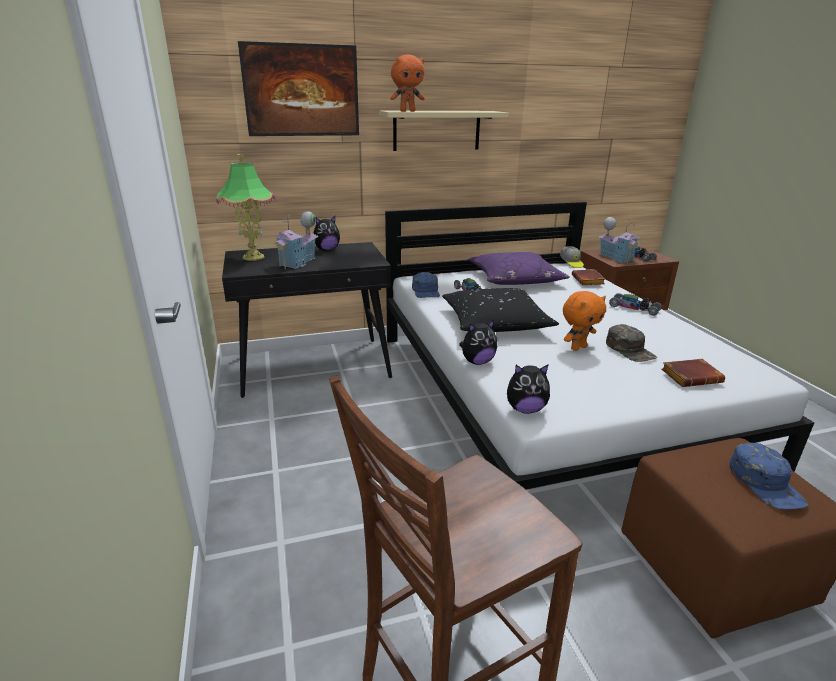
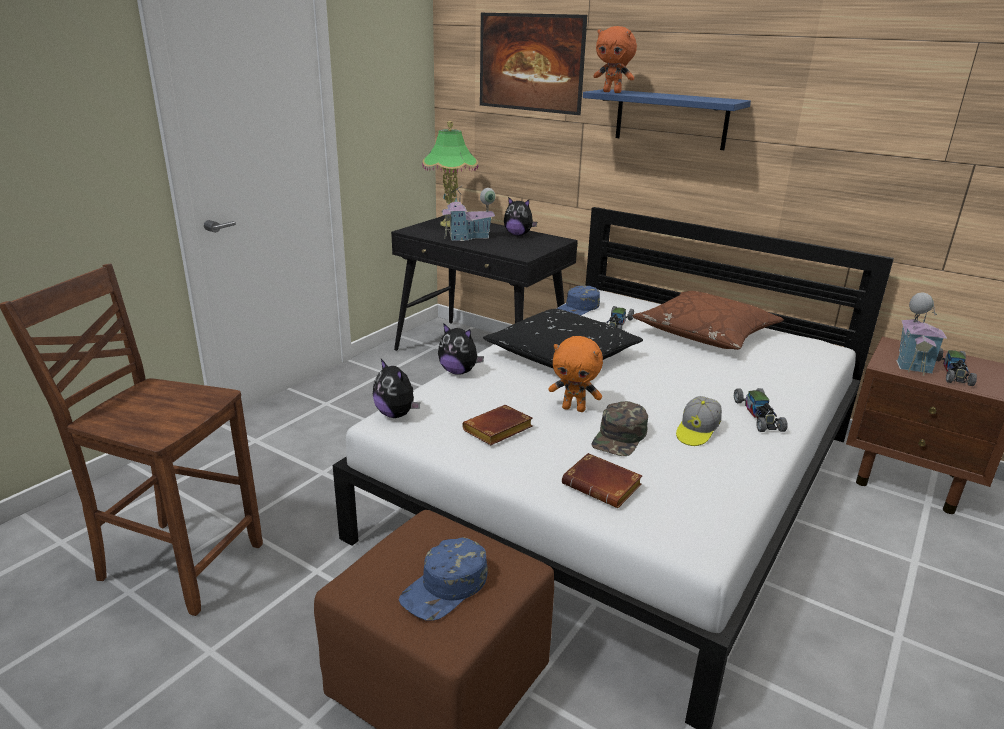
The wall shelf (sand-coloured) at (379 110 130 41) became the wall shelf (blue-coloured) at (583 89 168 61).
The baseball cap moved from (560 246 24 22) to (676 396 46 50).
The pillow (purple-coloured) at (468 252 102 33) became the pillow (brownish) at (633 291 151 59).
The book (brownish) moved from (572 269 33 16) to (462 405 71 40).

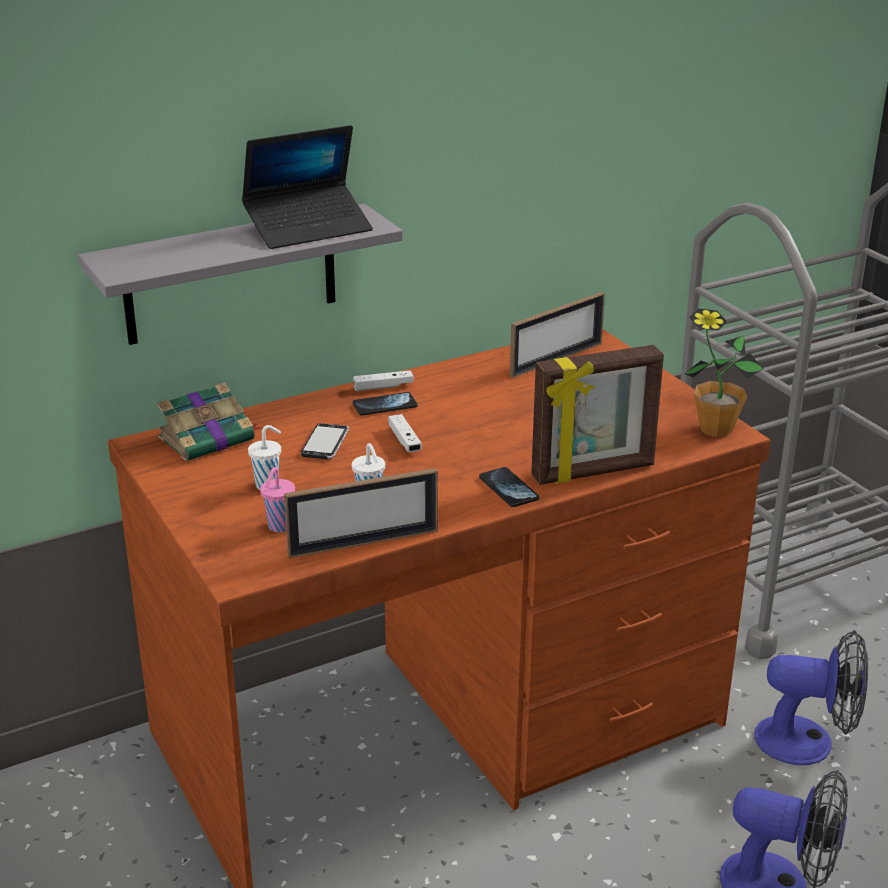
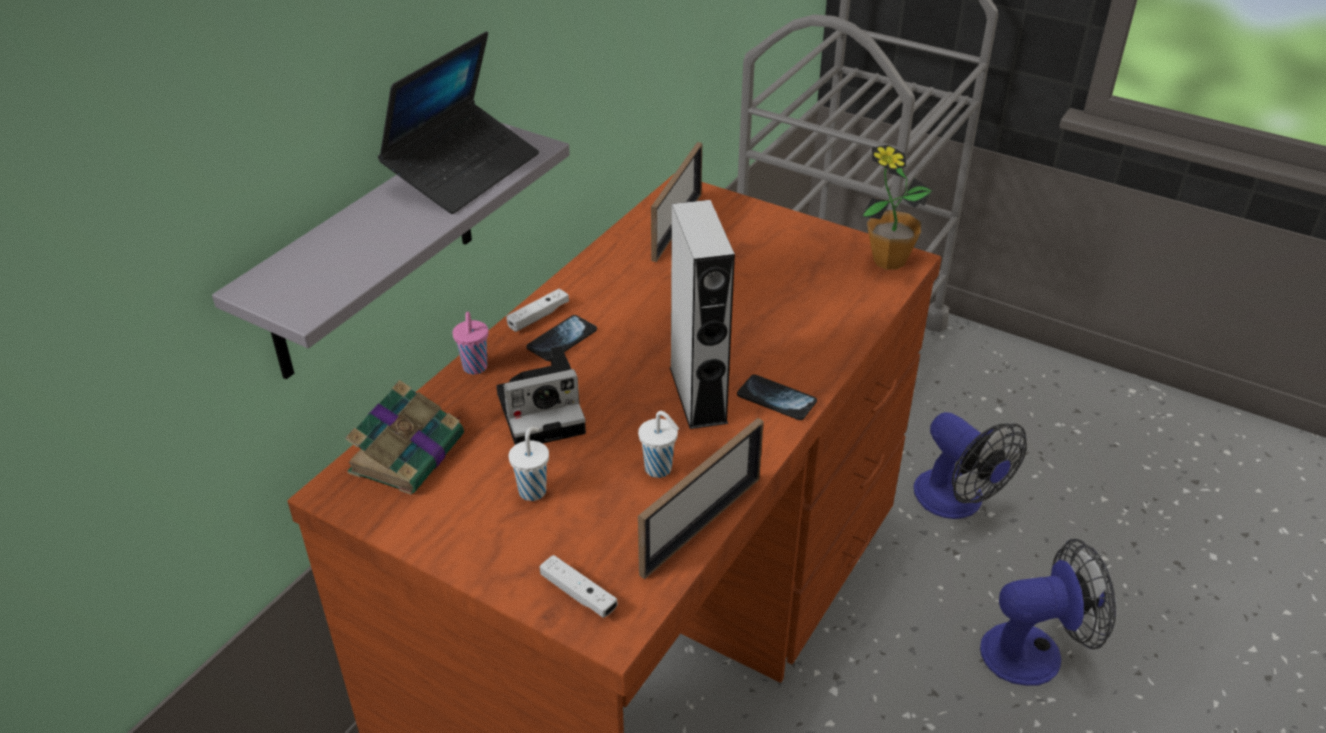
The picture frame at (531 345 133 140) disappeared.
The game controller (white-coloured) moved from (388 414 34 38) to (540 555 78 63).
The handset at (301 423 48 37) was replaced by the still camera at (496 346 90 99).
The small cup (pink) moved from (260 467 35 65) to (452 312 37 62).
The cooling fan at (754 630 114 135) turned 75 degrees clockwise.
The audio speaker (grey) at (670 200 65 229) appeared.

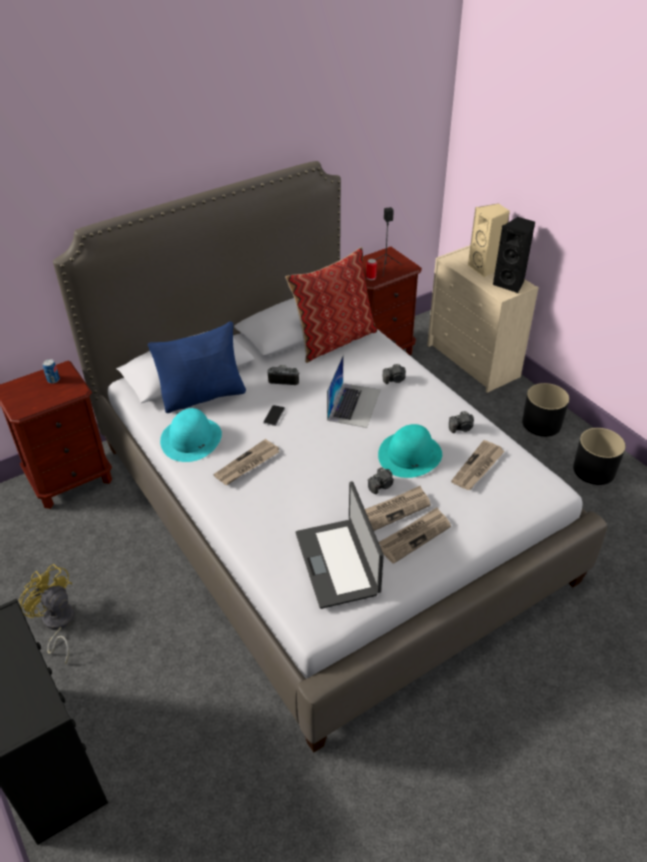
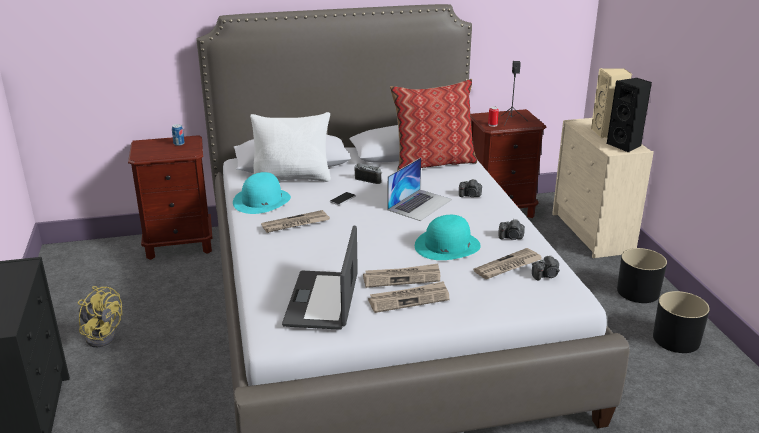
The pillow (blue-coloured) at (148 321 98 92) became the pillow (white-coloured) at (250 112 81 70).
The still camera moved from (368 468 26 26) to (532 255 28 26).
The cooling fan (yellow) at (19 564 55 100) turned 150 degrees clockwise.

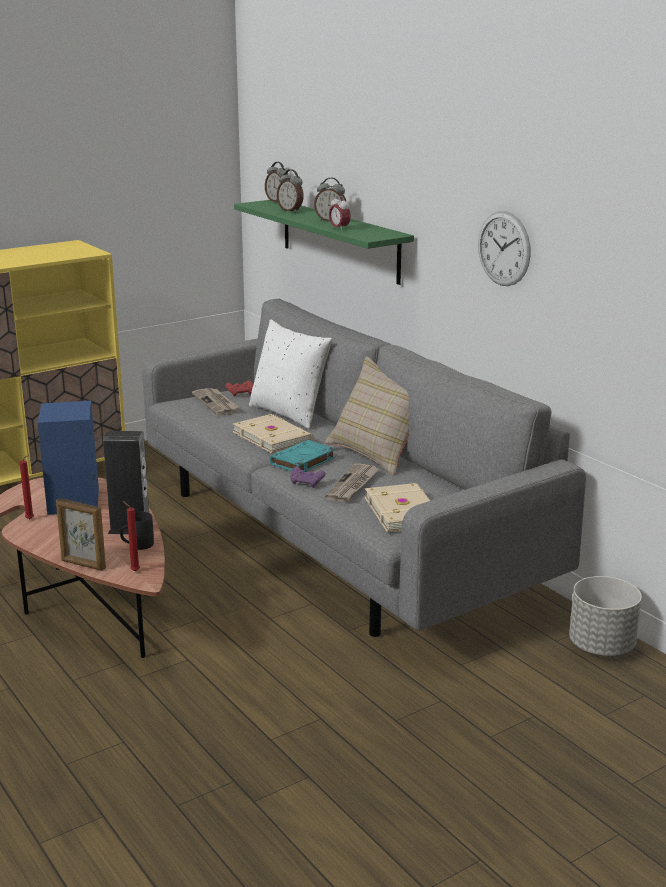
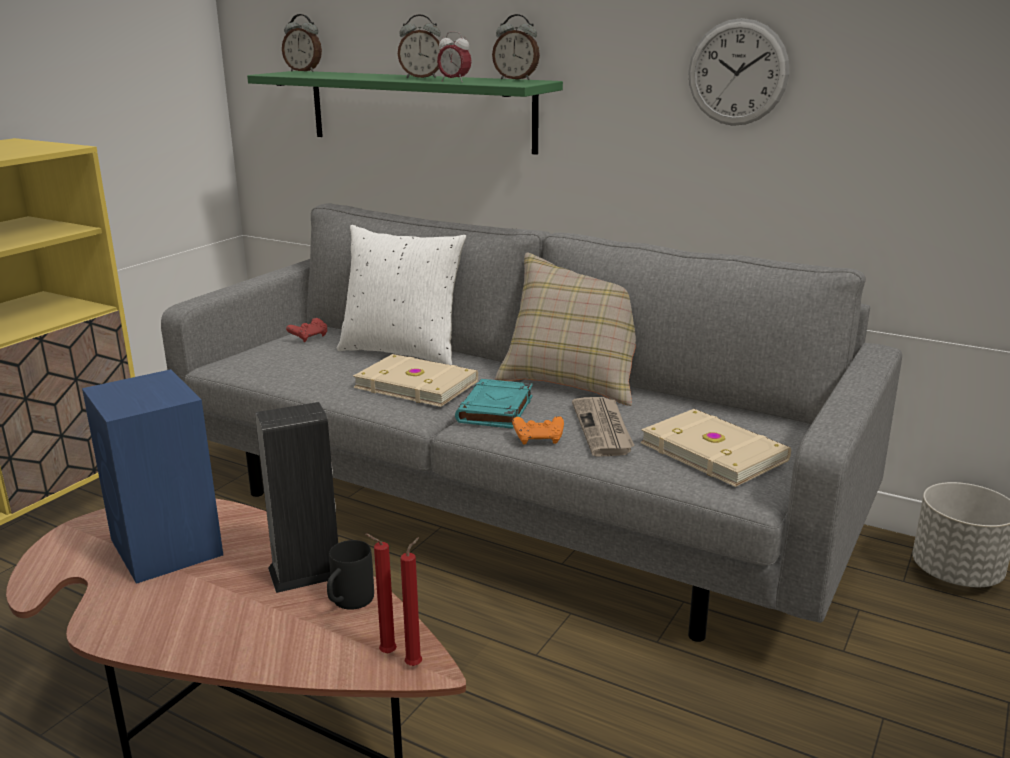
The bedside clock moved from (277 169 27 44) to (492 14 48 66).
The printed paper at (192 388 47 28) disappeared.
The candle (red-coloured) moved from (20 454 14 65) to (400 537 22 129).
The game controller (purple-coloured) at (291 466 35 22) became the game controller (orange-coloured) at (512 416 52 28).
The picture frame at (56 498 50 73) disappeared.

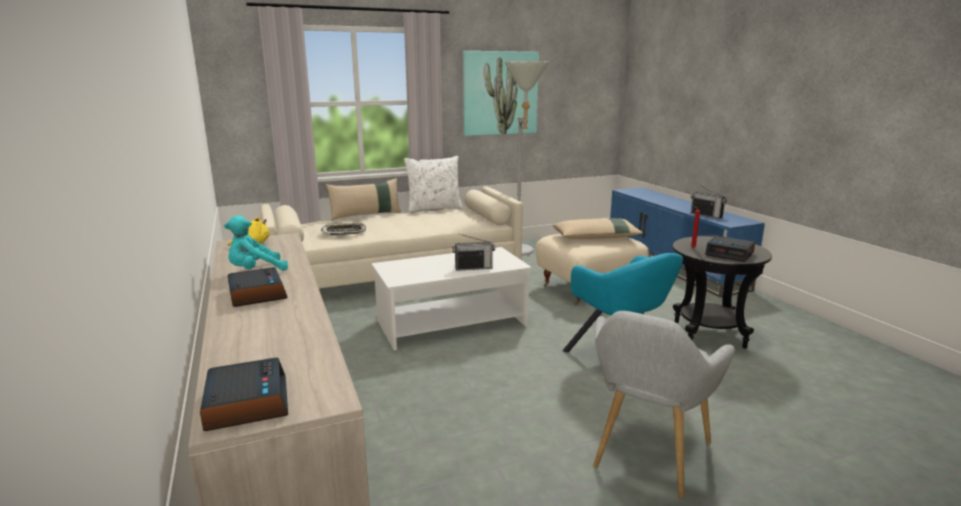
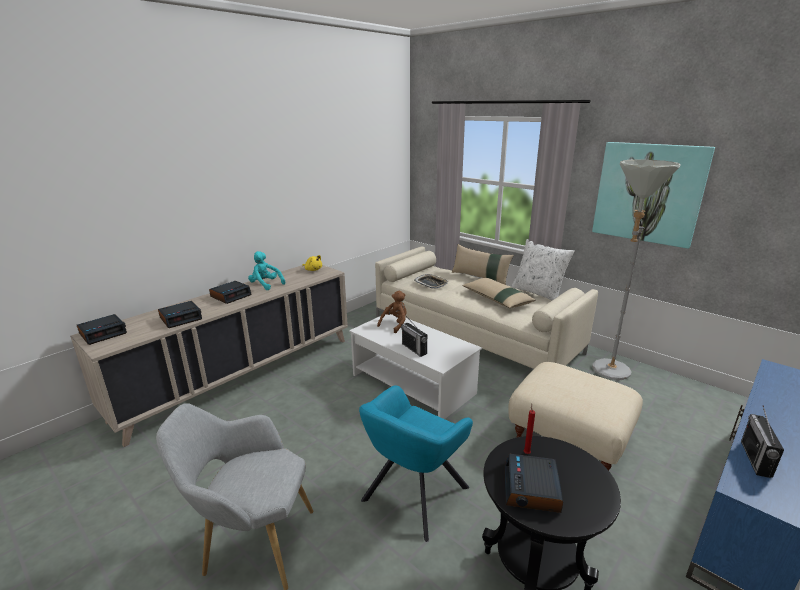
The pillow (sand-coloured) moved from (553 218 90 21) to (462 278 73 30).
The cuddly toy (brownish) at (377 291 30 42) appeared.
The bedside clock at (158 301 44 27) appeared.

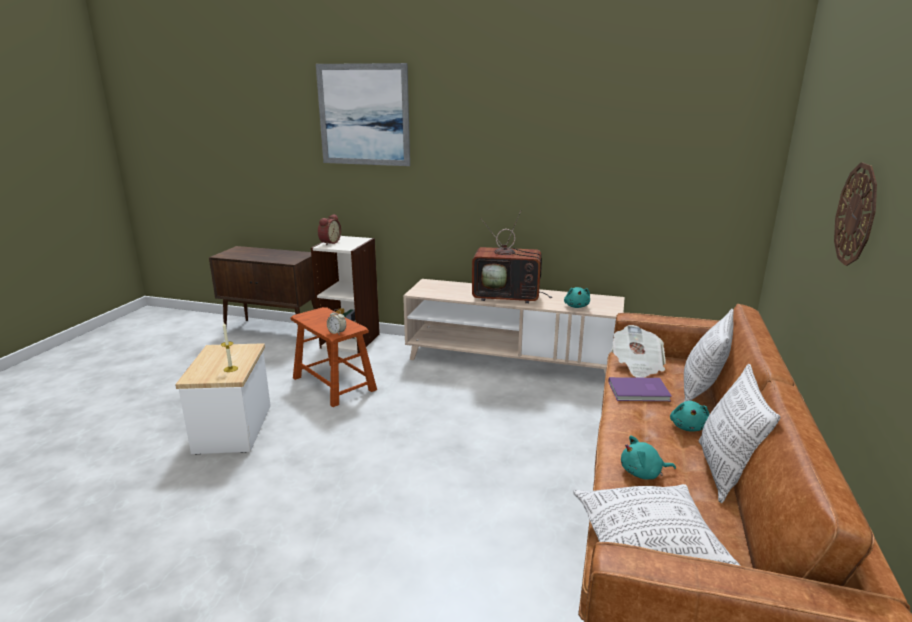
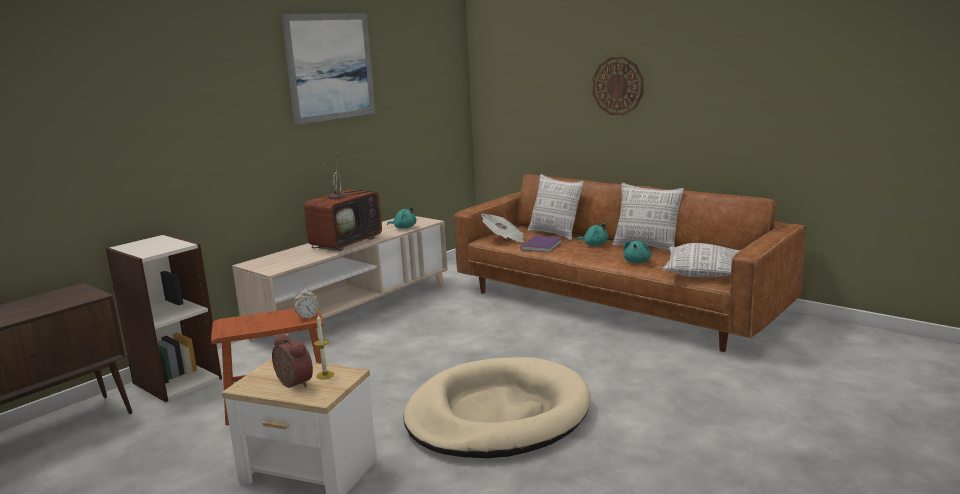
The picture moved from (316 63 94 103) to (281 13 94 112).
The bedside clock moved from (318 214 23 32) to (272 334 41 54).
The dog cushion (sand-coloured) at (404 357 187 101) appeared.

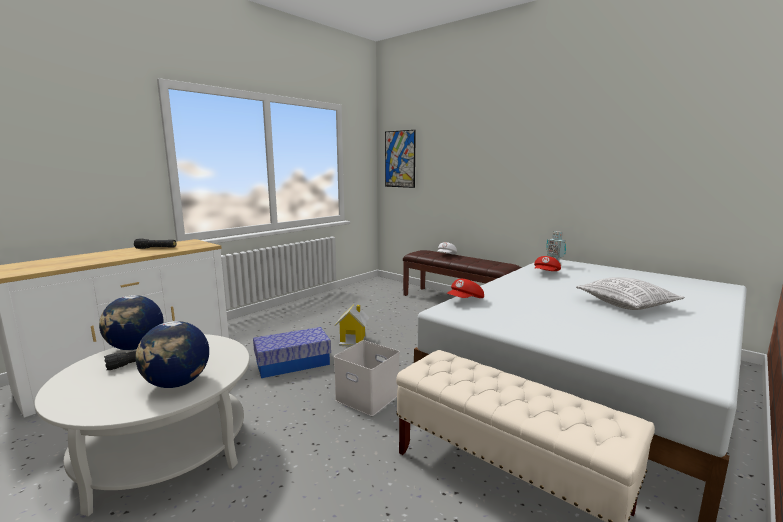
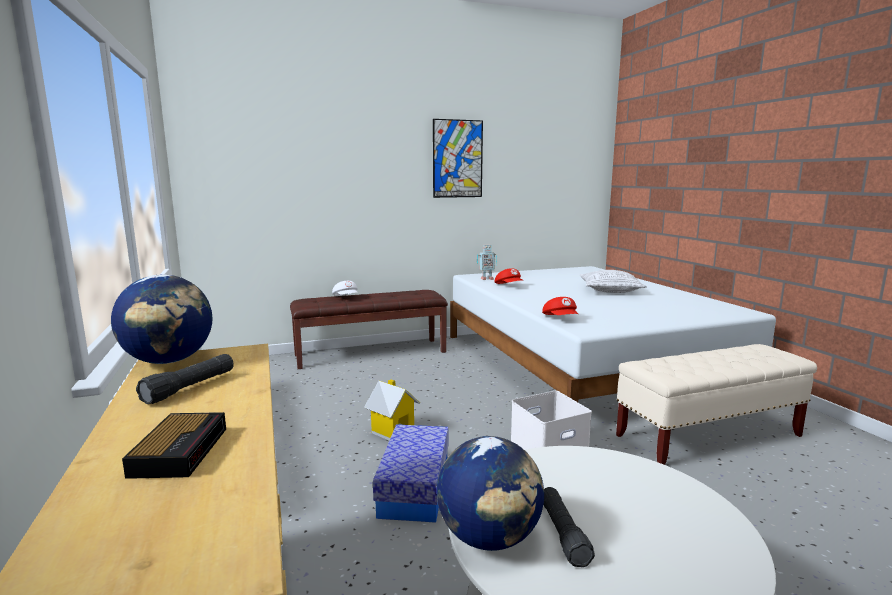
The picture moved from (385 130 31 58) to (433 119 50 79).
The globe moved from (135 321 74 67) to (111 274 101 90).
The bedside clock at (122 412 104 67) appeared.

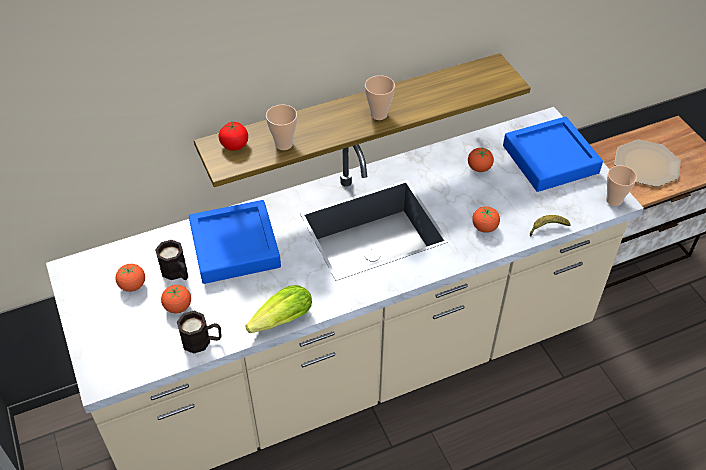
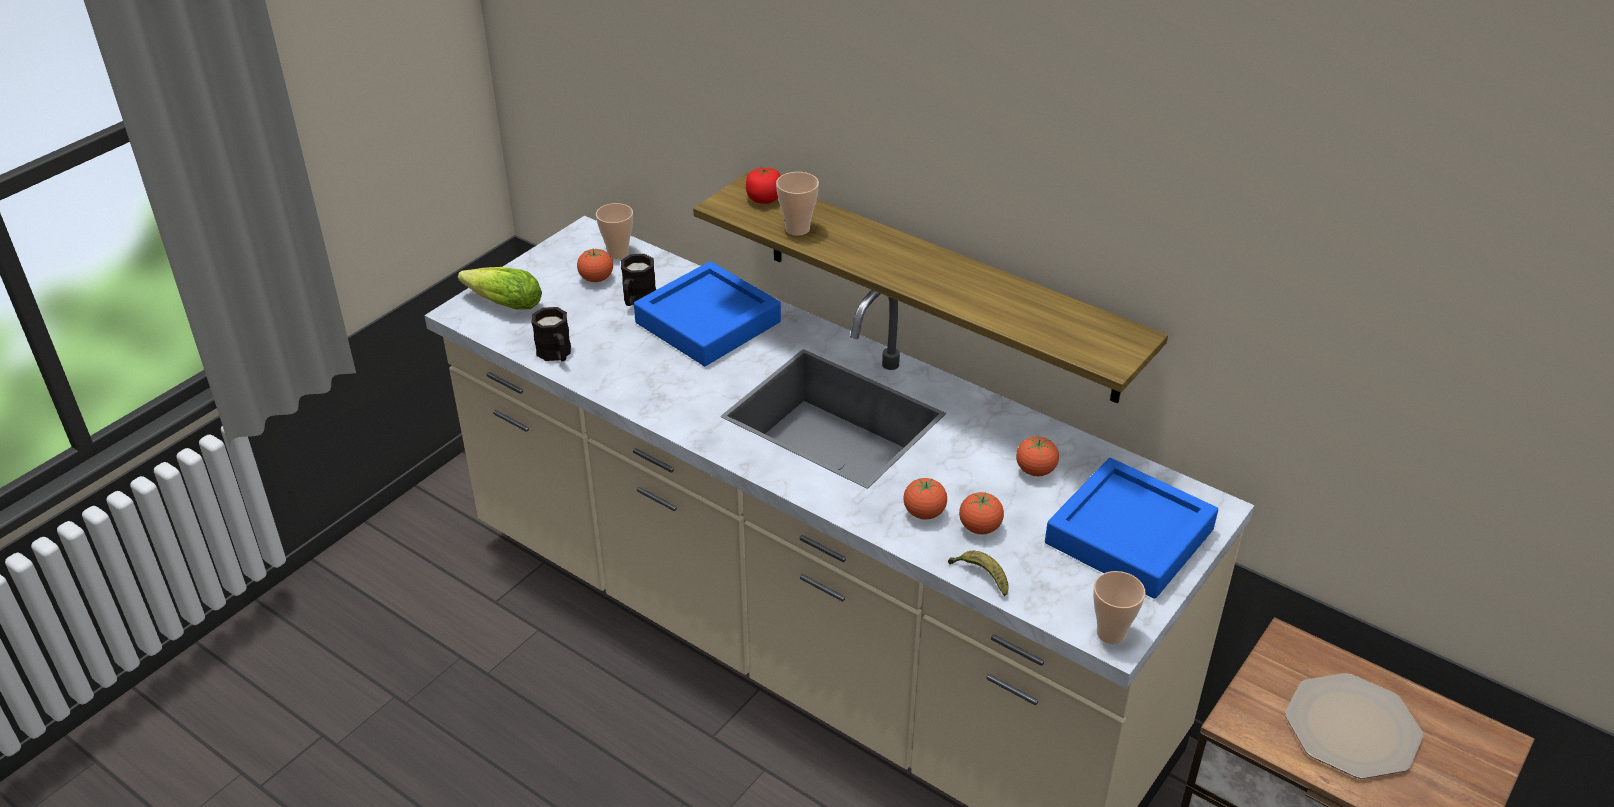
The small cup moved from (365 75 30 45) to (596 203 37 56).
The fresh tomato moved from (161 285 30 28) to (959 492 45 42).
The head of lettuce moved from (245 285 67 48) to (458 267 84 43).

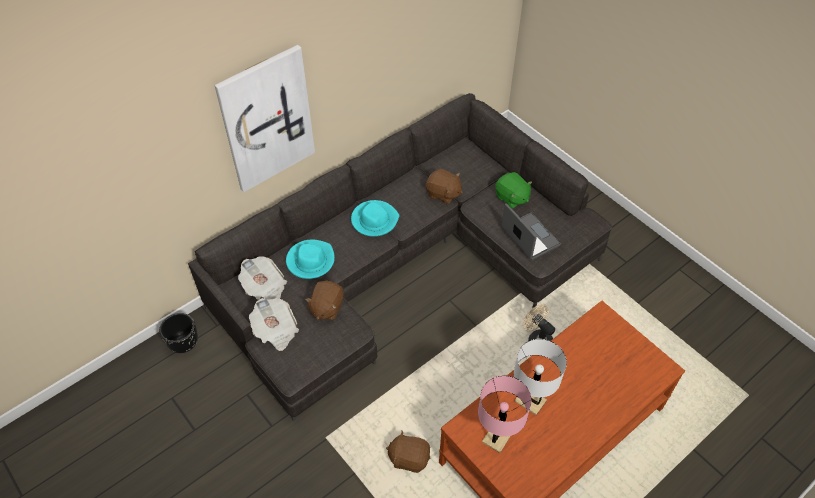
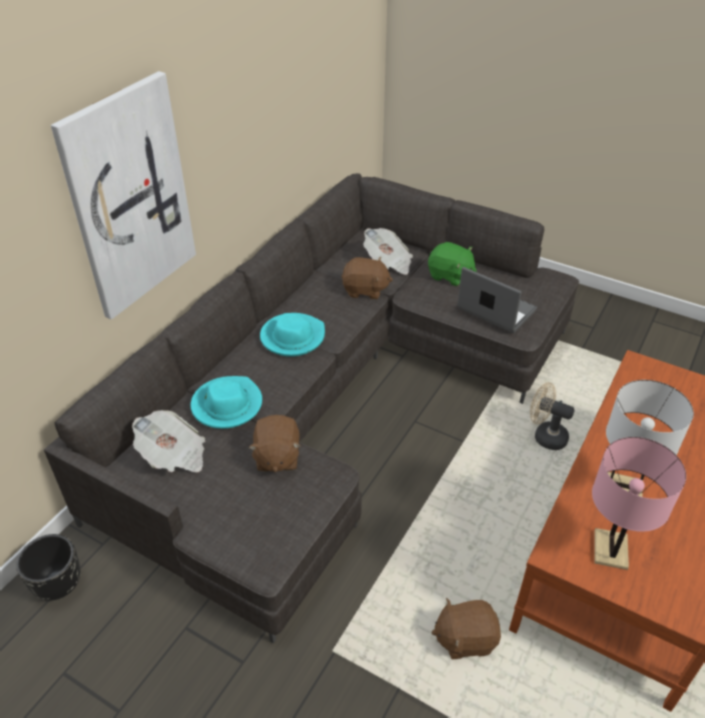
The printed paper moved from (249 298 50 53) to (363 228 50 47).

